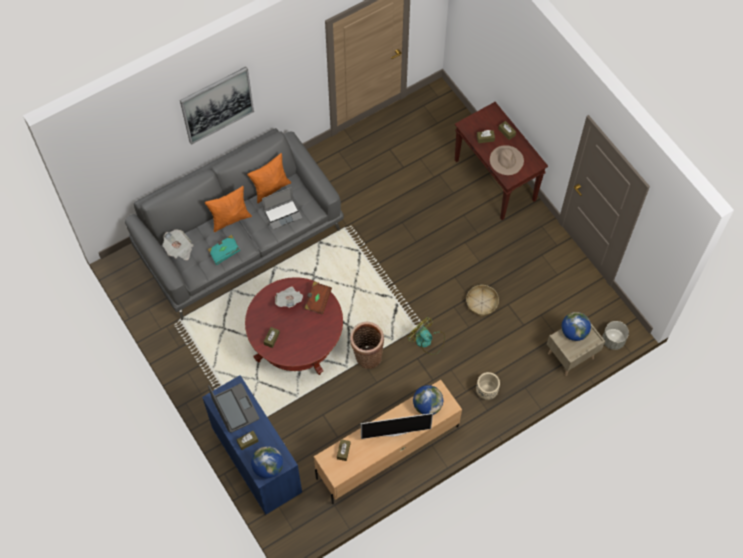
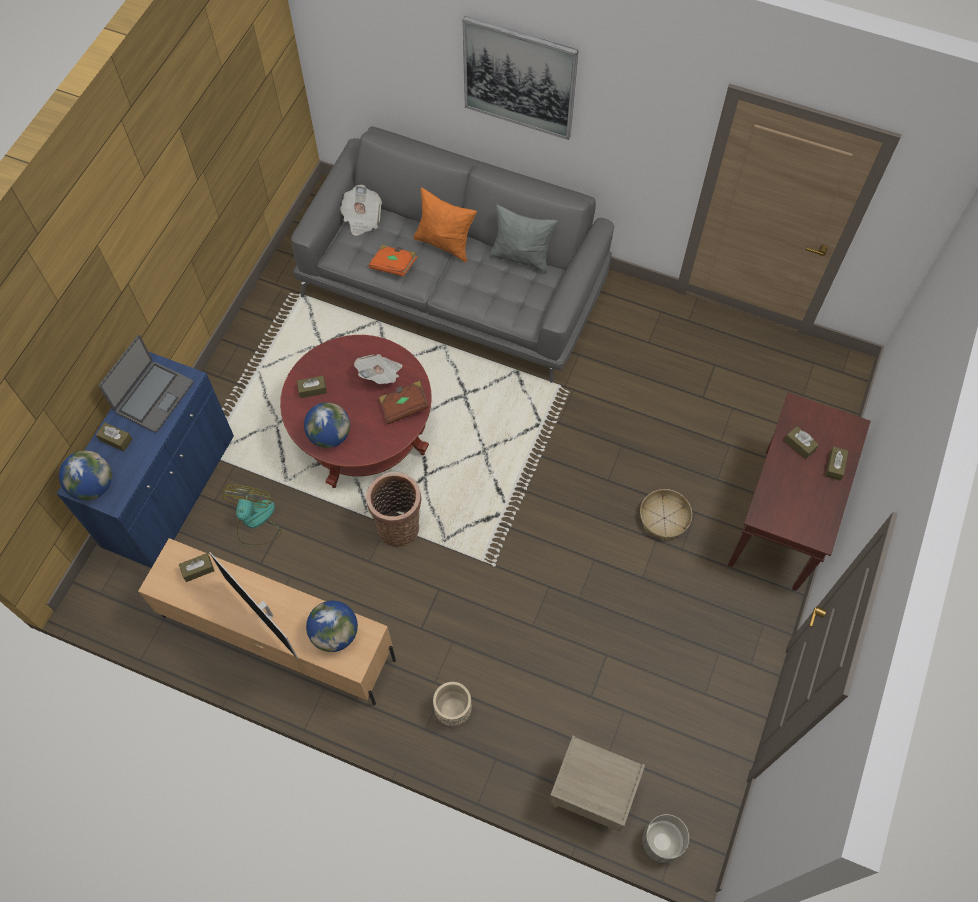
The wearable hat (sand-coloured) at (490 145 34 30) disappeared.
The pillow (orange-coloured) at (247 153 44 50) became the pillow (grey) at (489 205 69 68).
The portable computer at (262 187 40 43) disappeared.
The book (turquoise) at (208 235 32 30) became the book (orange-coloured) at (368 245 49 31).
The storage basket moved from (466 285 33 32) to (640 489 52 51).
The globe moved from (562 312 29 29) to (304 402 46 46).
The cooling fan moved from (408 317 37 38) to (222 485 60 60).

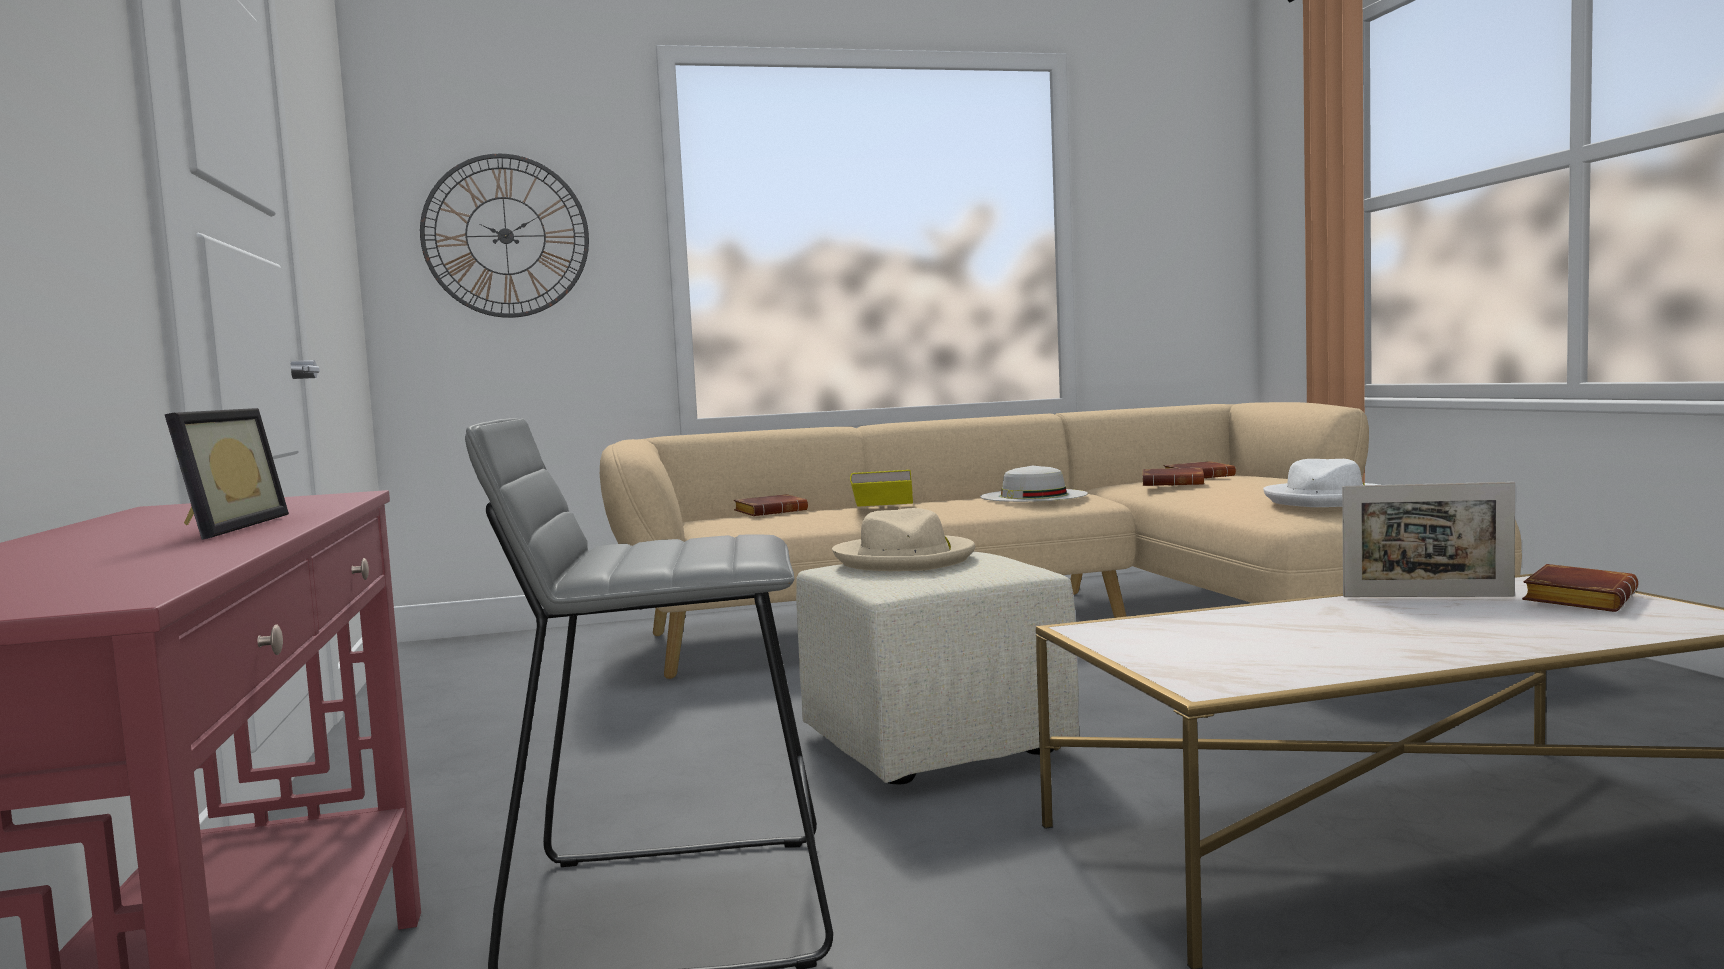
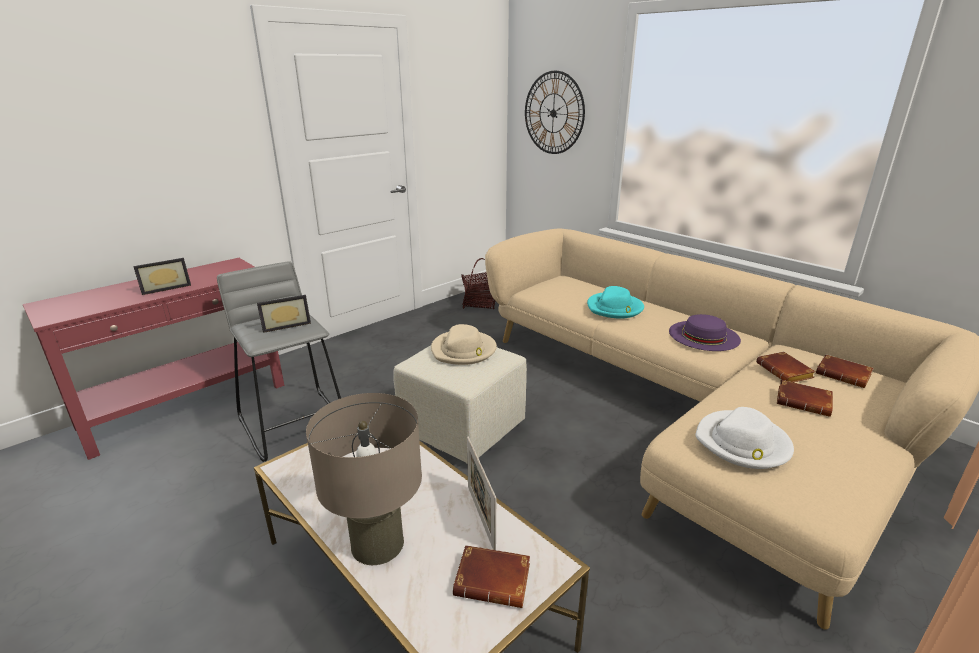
The wearable hat (white-coloured) at (980 466 108 36) became the wearable hat (purple-coloured) at (669 314 72 37).
The book (yellow) at (850 470 63 37) was replaced by the wearable hat (turquoise) at (587 286 57 32).
The book (brownish) moved from (734 494 74 22) to (777 380 56 37).
The storage basket at (461 258 35 51) appeared.
The picture frame at (257 295 54 38) appeared.
The tabletop lamp (sand-coloured) at (306 393 116 172) appeared.

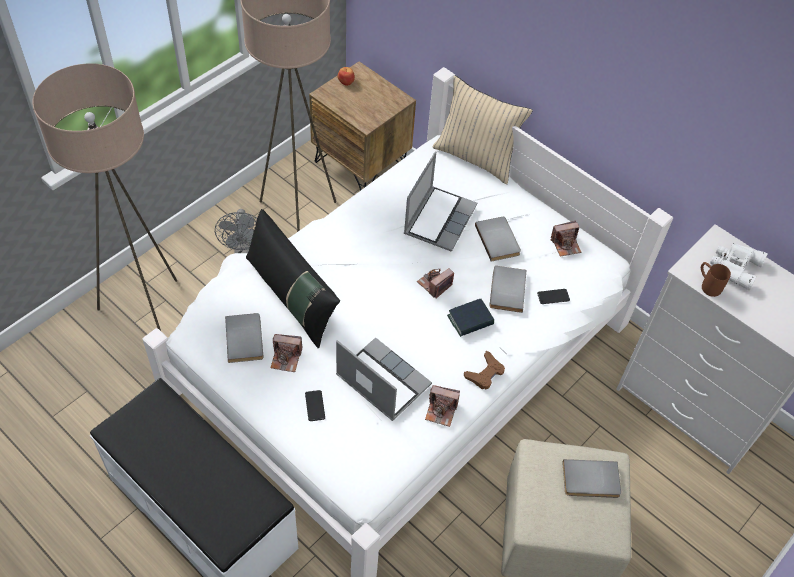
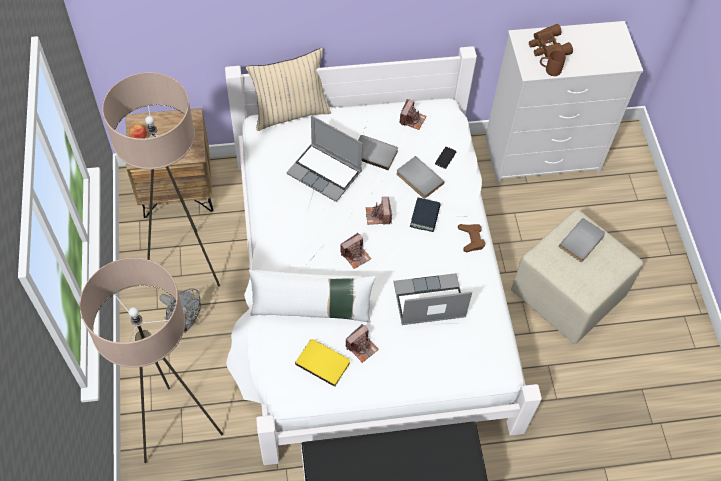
The portable computer at (404 151 73 101) turned 150 degrees clockwise.
The pillow (black) at (246 209 94 139) became the pillow (white-coloured) at (249 269 127 53).
The pair of binoculars (white-coloured) at (710 243 58 47) became the pair of binoculars (brownish) at (529 24 44 33).
The book (grey) at (225 313 38 50) became the book (yellow) at (295 339 55 48).
The still camera moved from (425 385 35 42) to (340 233 31 36).
The handset at (305 390 20 31) disappeared.

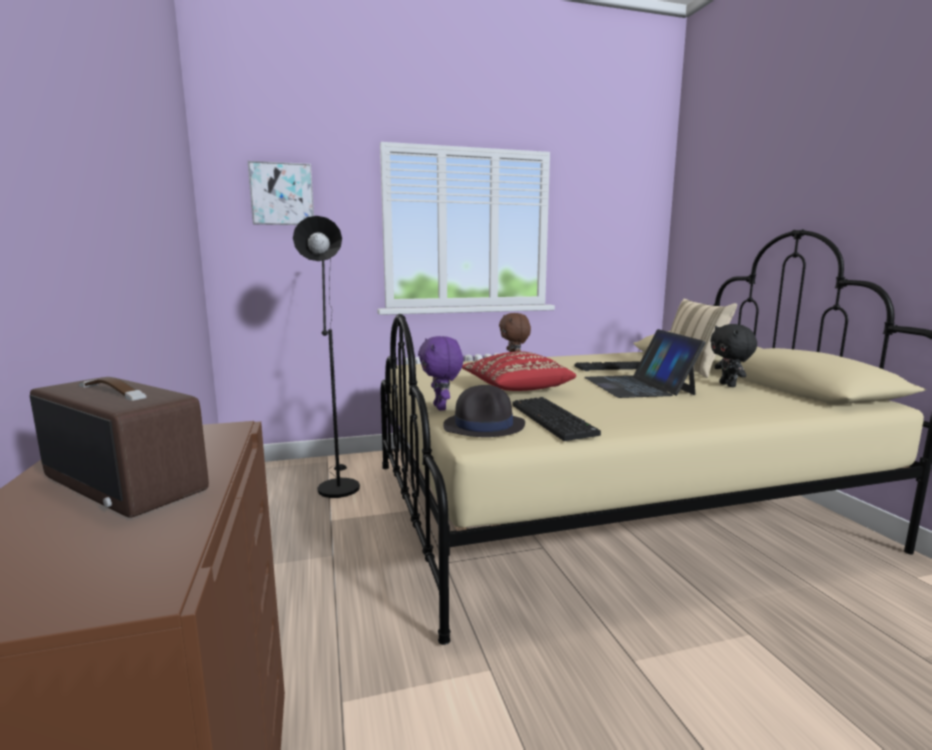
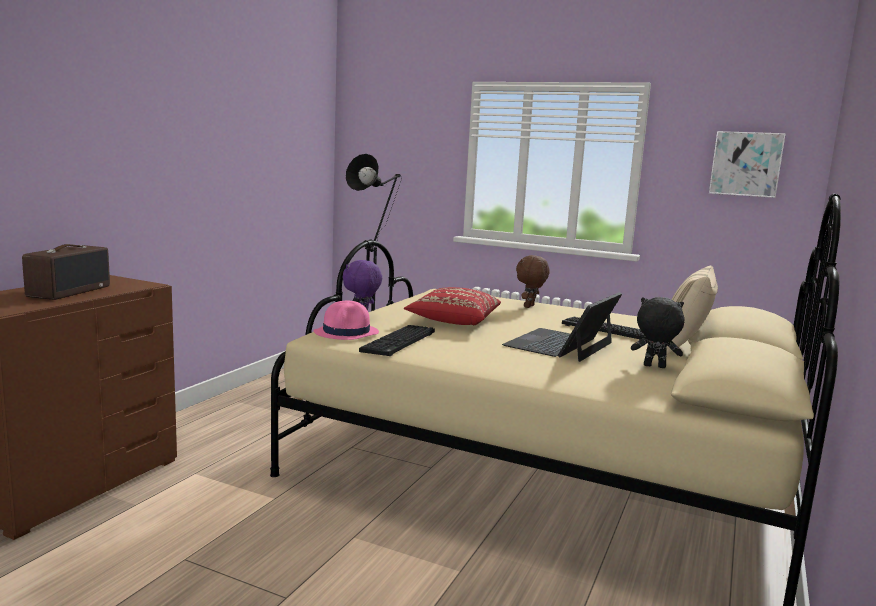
The picture moved from (248 161 66 64) to (709 131 77 67).
The cuddly toy (black) at (710 324 47 63) turned 75 degrees clockwise.
The radio set at (29 377 180 141) turned 150 degrees counterclockwise.
The wearable hat (black) at (443 385 82 52) became the wearable hat (pink) at (314 301 65 39).

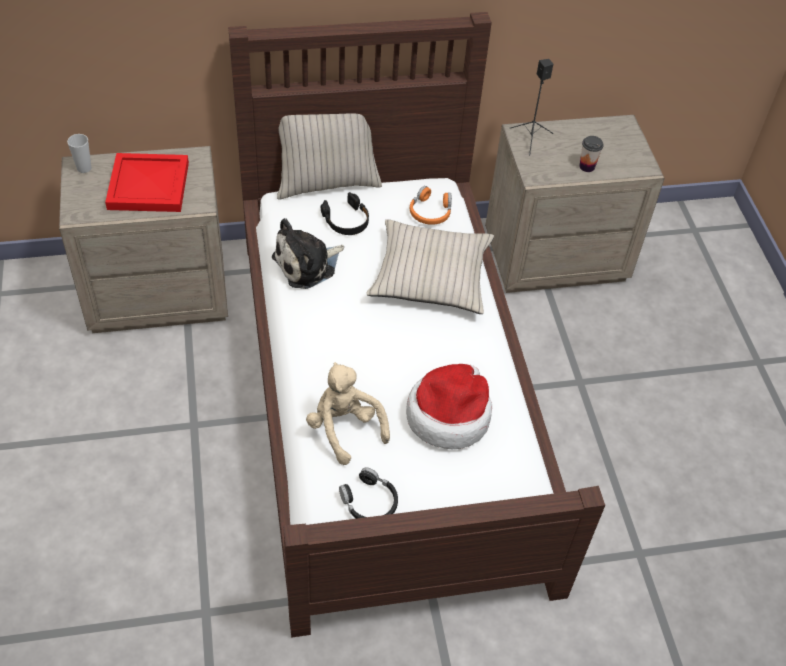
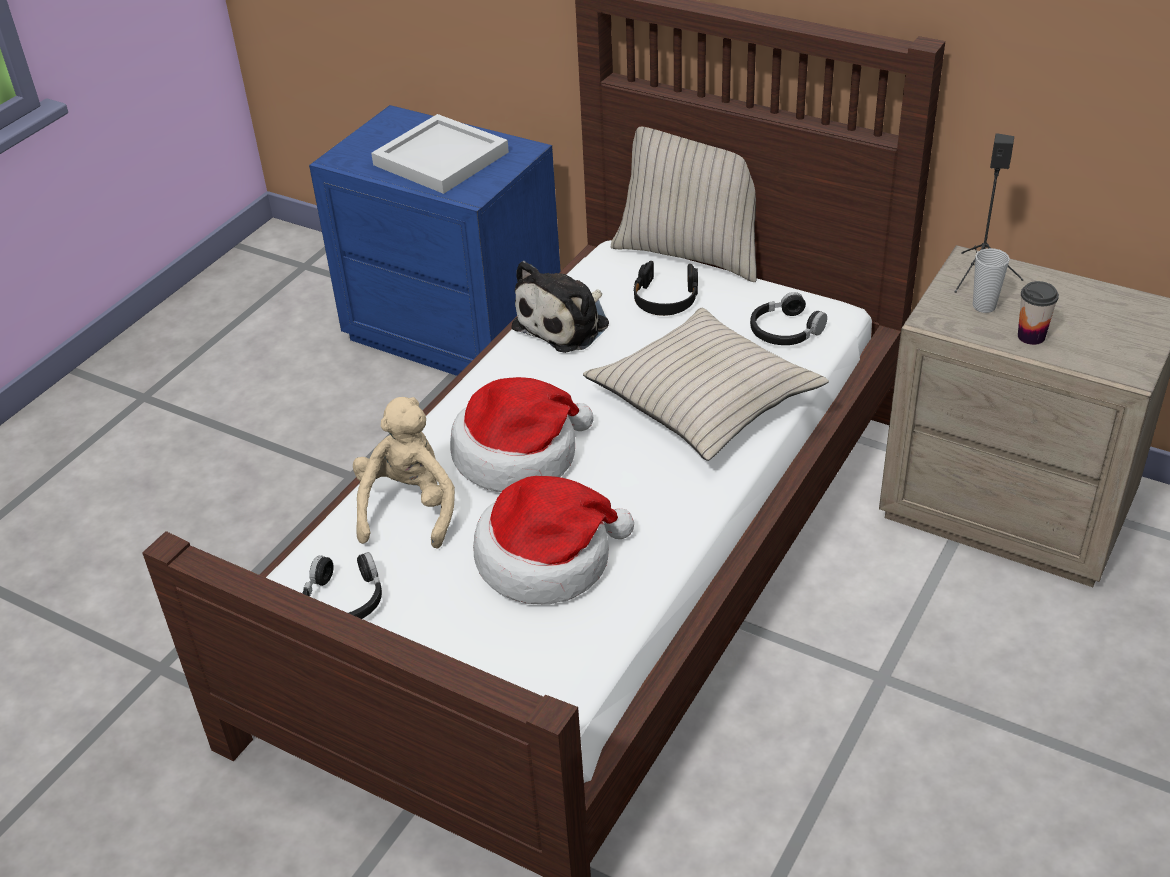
The small cup moved from (67 134 24 39) to (973 248 37 65).
The bedside table (sand-coloured) at (59 146 169 187) became the bedside table (blue-coloured) at (309 105 252 271).
The carrying tray (red-coloured) at (105 153 84 59) became the carrying tray (white-coloured) at (371 114 138 80).
The pair of headphones (orange-coloured) at (410 186 42 39) became the pair of headphones (black) at (750 292 77 53).
The cuddly toy at (272 218 72 71) turned 60 degrees counterclockwise.
The wearable hat at (450 377 144 115) appeared.

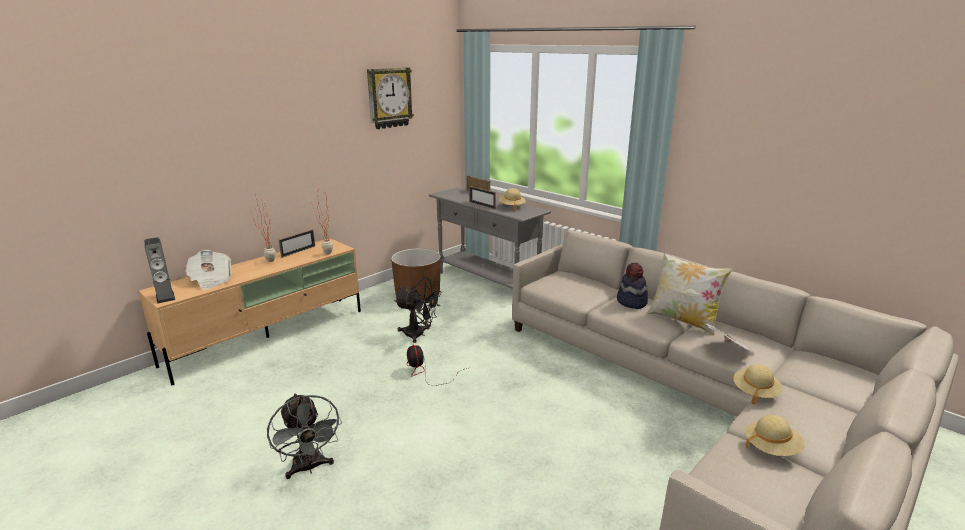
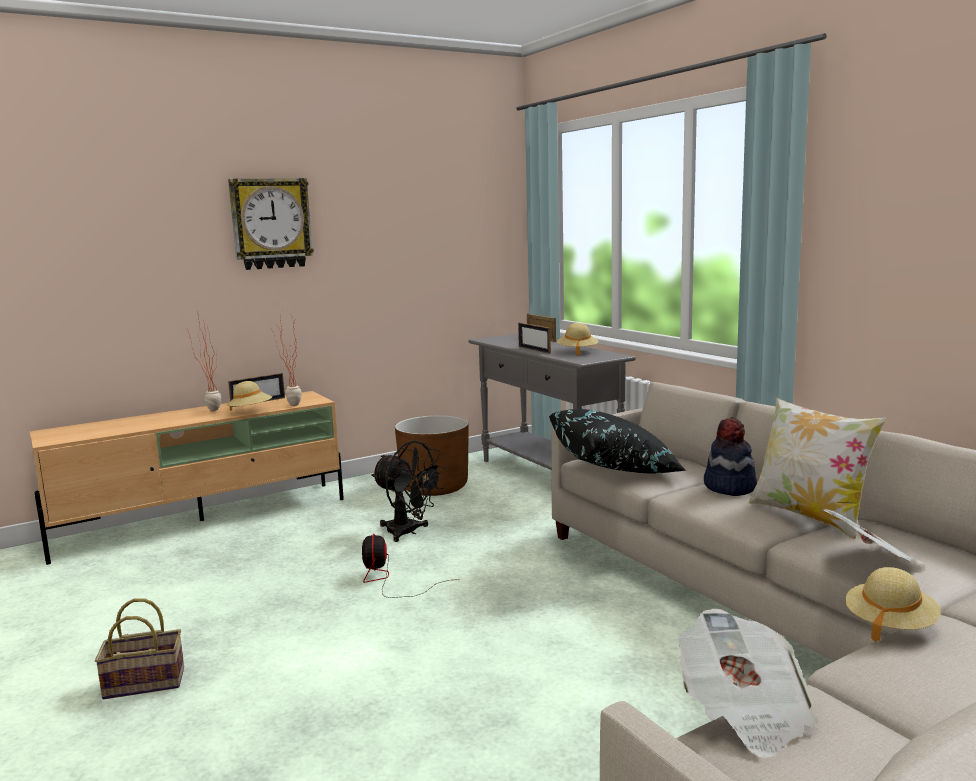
The clock on the wall moved from (367 67 47 62) to (228 178 86 92).
The audio speaker at (144 237 31 67) disappeared.
The printed paper moved from (185 250 47 40) to (678 609 140 150).
The cooling fan (grey) at (267 393 75 86) was replaced by the storage basket at (95 598 89 101).
The wearable hat (sand-coloured) moved from (746 415 59 41) to (227 381 45 30).
The pillow (black) at (549 409 137 65) appeared.

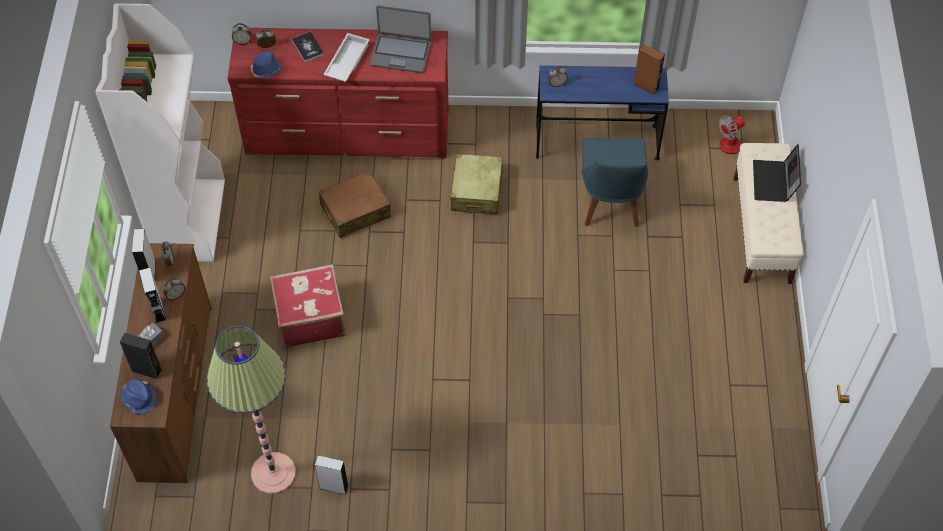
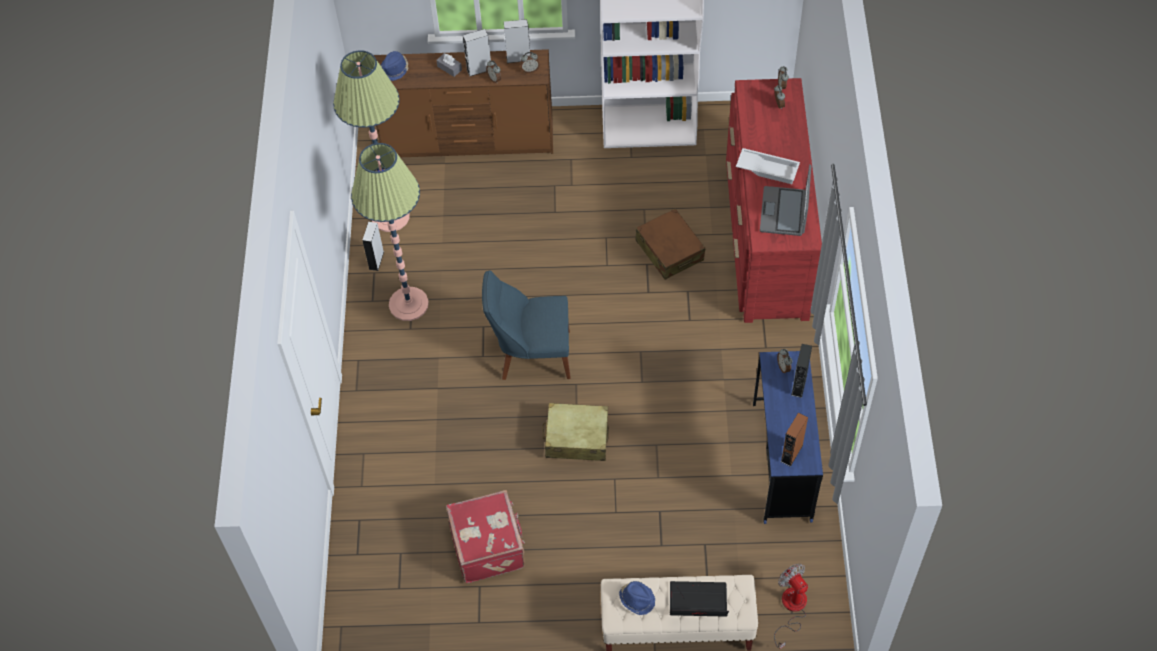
The book at (292 32 32 30) disappeared.
The wearable hat (blue-coloured) moved from (251 52 31 27) to (619 581 36 34).
The chair (blue-coloured) moved from (582 138 66 89) to (482 270 89 110).
The piece of luggage (sand-coloured) moved from (450 154 53 60) to (543 403 66 58).
The piece of luggage (red-coloured) moved from (270 264 76 84) to (446 490 79 93).
The audio speaker (black) moved from (120 333 42 46) to (791 344 21 54).
The floor lamp at (351 143 78 178) appeared.

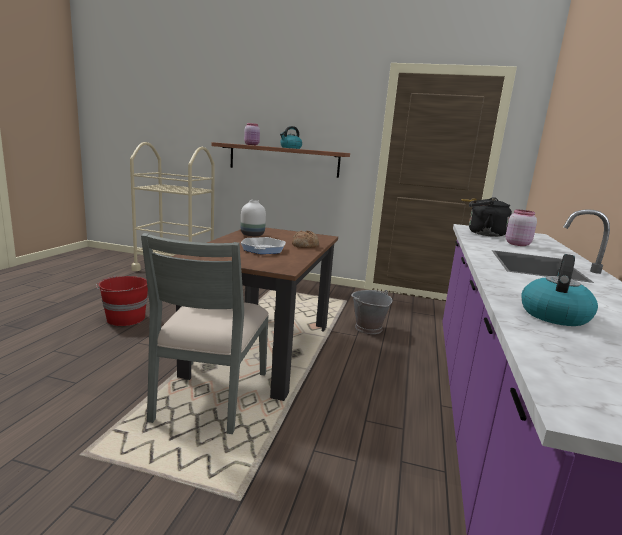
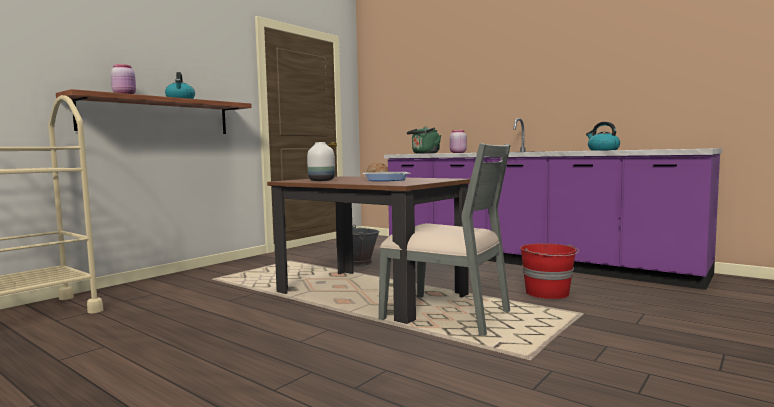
The water kettle (black) at (469 197 43 40) became the water kettle (green) at (407 126 34 28).
The pail (red-coloured) moved from (96 275 52 51) to (520 243 59 56).

